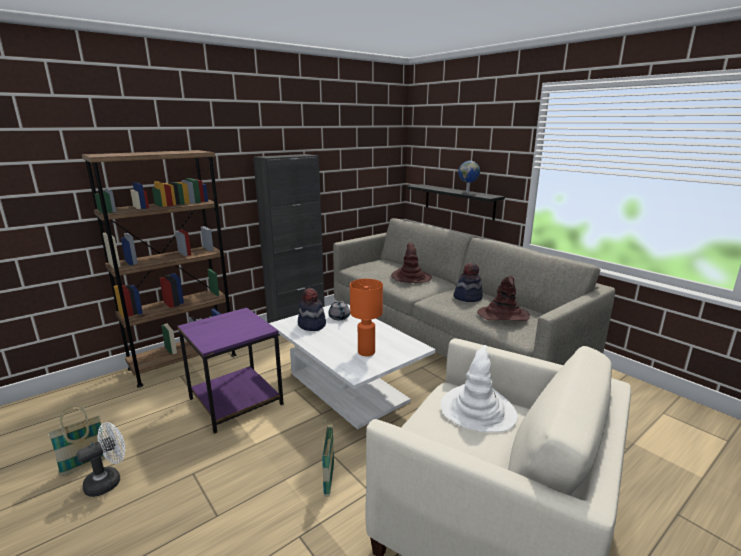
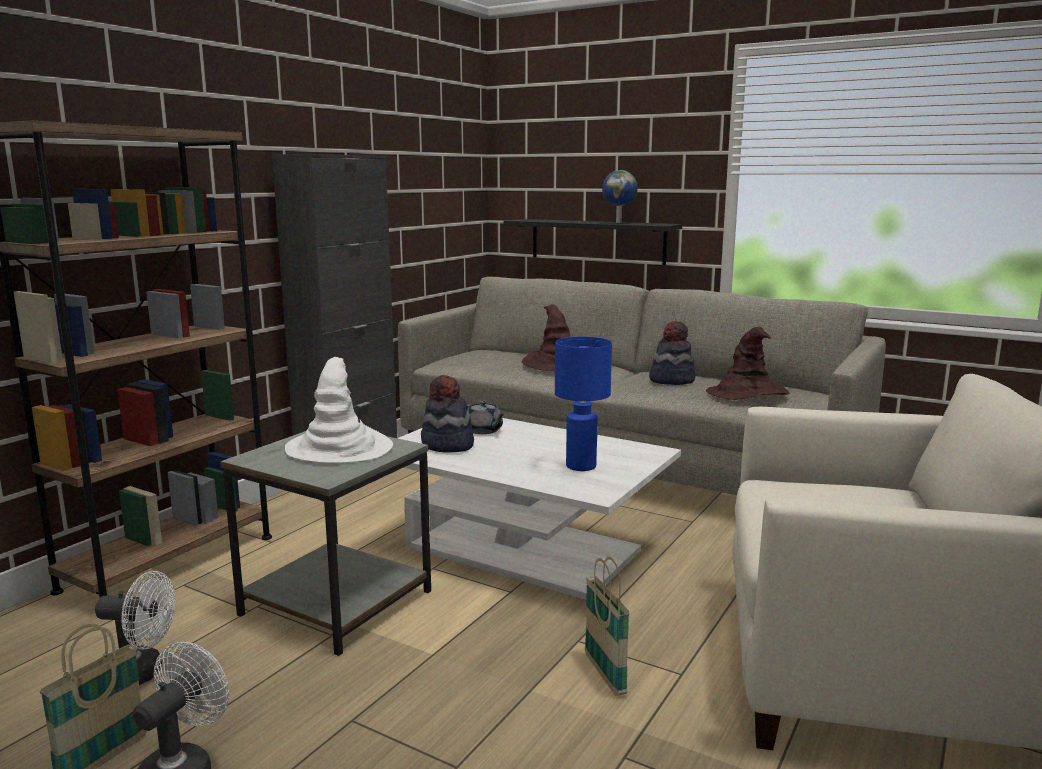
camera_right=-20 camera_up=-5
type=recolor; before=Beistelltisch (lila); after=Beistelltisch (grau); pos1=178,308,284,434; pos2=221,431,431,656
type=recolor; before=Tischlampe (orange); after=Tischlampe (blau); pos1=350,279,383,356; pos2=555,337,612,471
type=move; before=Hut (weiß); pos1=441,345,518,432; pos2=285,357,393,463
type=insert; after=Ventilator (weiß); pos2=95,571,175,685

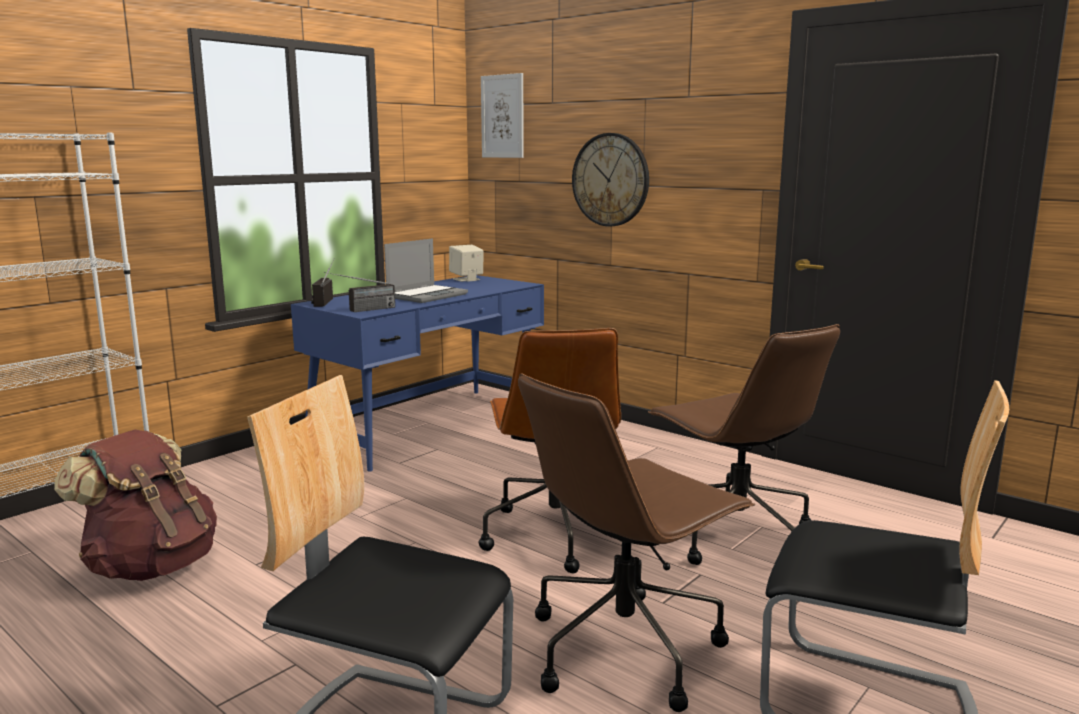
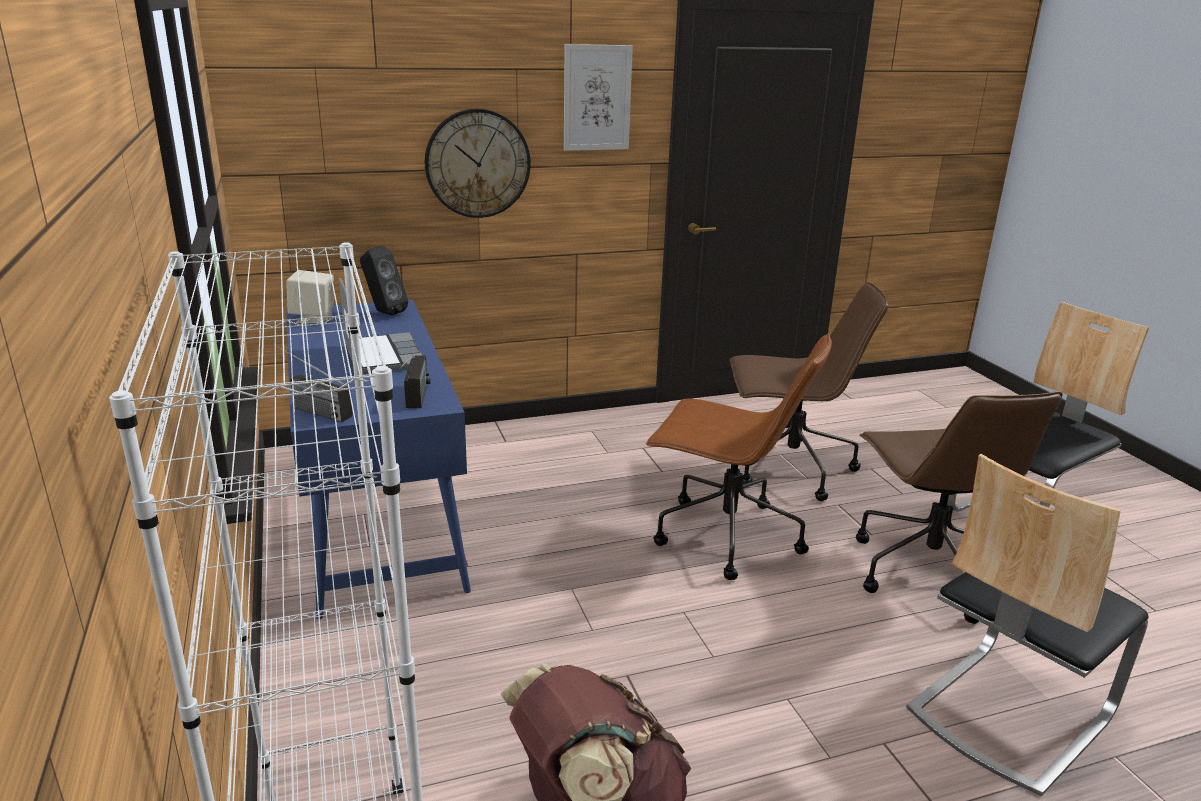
camera_right=-60 camera_up=10
type=move; before=Bild; pos1=481,73,524,158; pos2=564,44,633,151
type=insert; after=Lautsprecher (schwarz); pos2=360,246,408,315

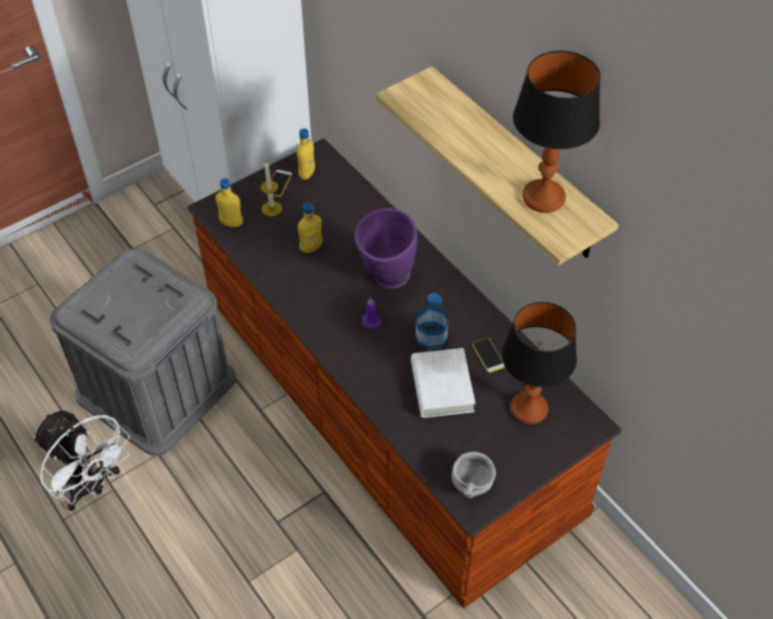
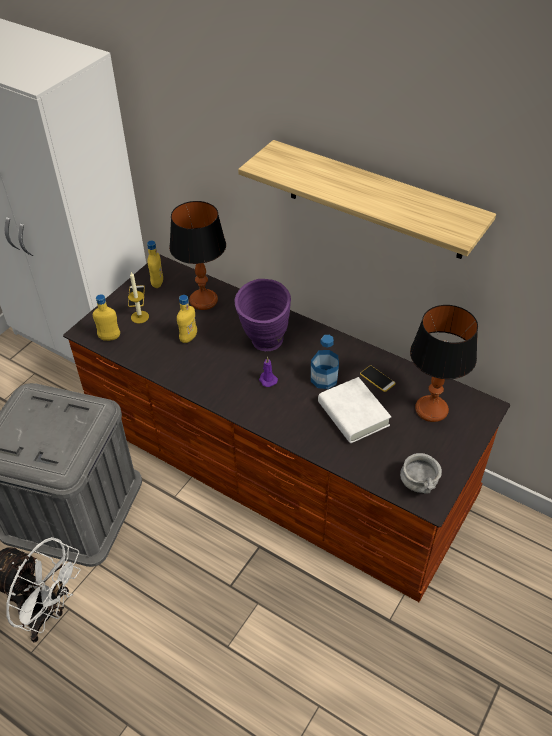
camera_right=-20 camera_up=-5
type=move; before=Tischlampe; pos1=513,51,600,213; pos2=169,201,226,310

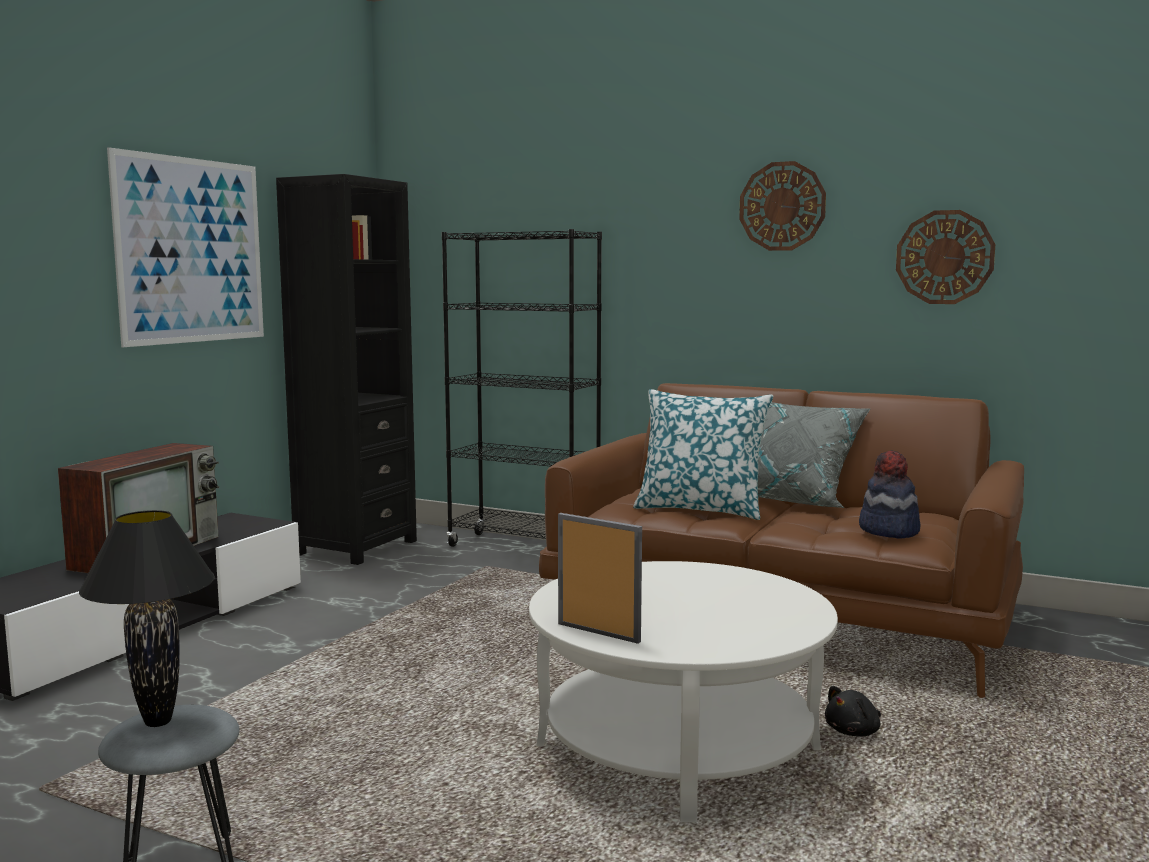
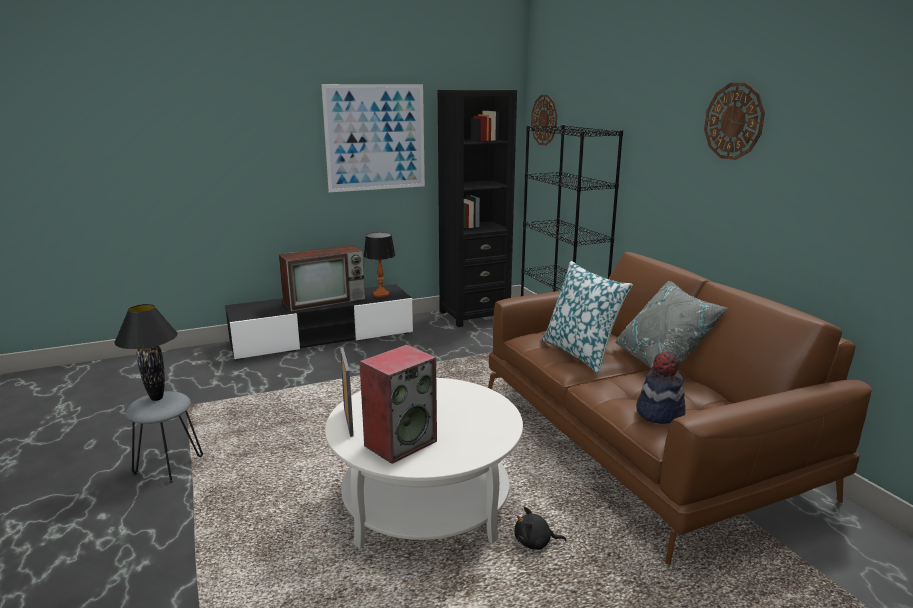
camera_right=40 camera_up=10
type=move; before=Wanduhr; pos1=896,210,995,304; pos2=531,95,557,146
type=insert; after=Lautsprecher; pos2=360,345,437,464
type=insert; after=Tischlampe; pos2=364,232,395,297

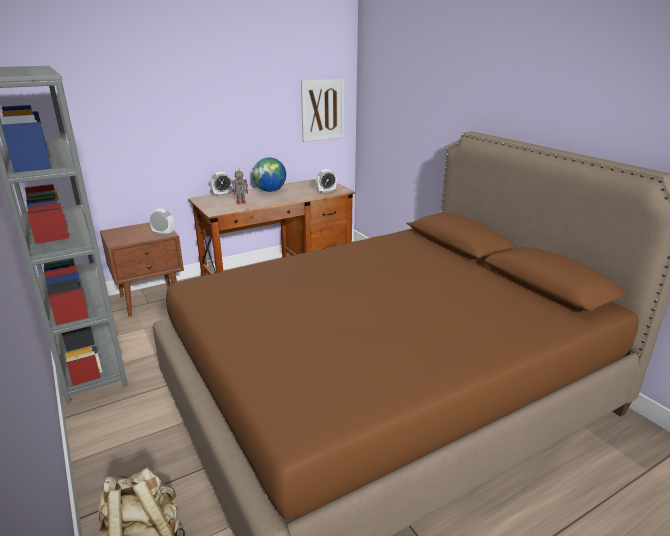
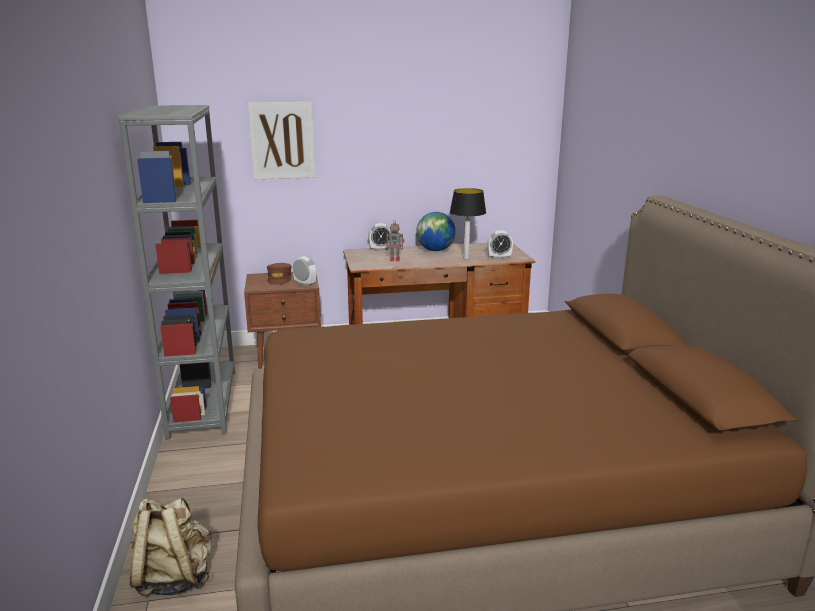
camera_right=20 camera_up=-5
type=move; before=Bild; pos1=301,79,345,142; pos2=248,102,315,179
type=insert; after=Kappe (braun); pos2=267,263,292,285
type=insert; after=Tischlampe; pos2=450,188,486,260

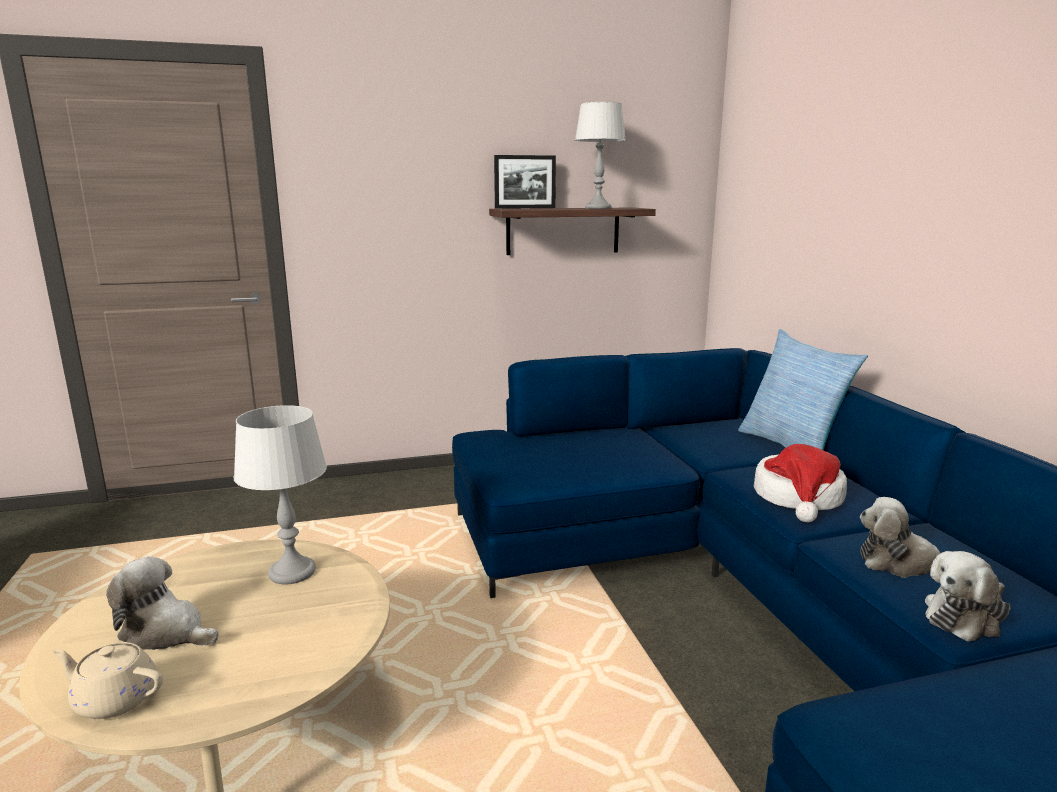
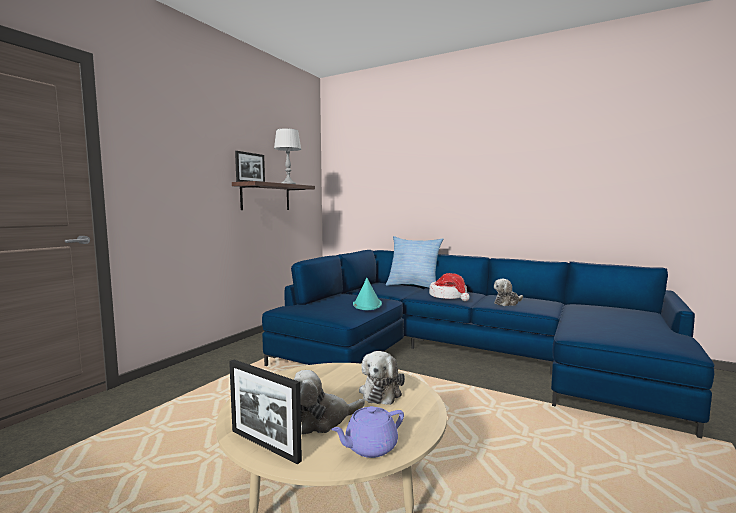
camera_right=-45 camera_up=-10
type=recolor; before=Teekanne (beige); after=Teekanne (lila); pos1=52,642,163,719; pos2=331,406,404,458
type=delete; before=Tischlampe (grau); pos1=234,405,327,584
type=move; before=Plüschtier; pos1=925,551,1011,641; pos2=359,351,405,405
type=insert; after=Bilderrahmen; pos2=229,360,302,464
type=insert; after=Hut (türkis); pos2=353,278,382,310

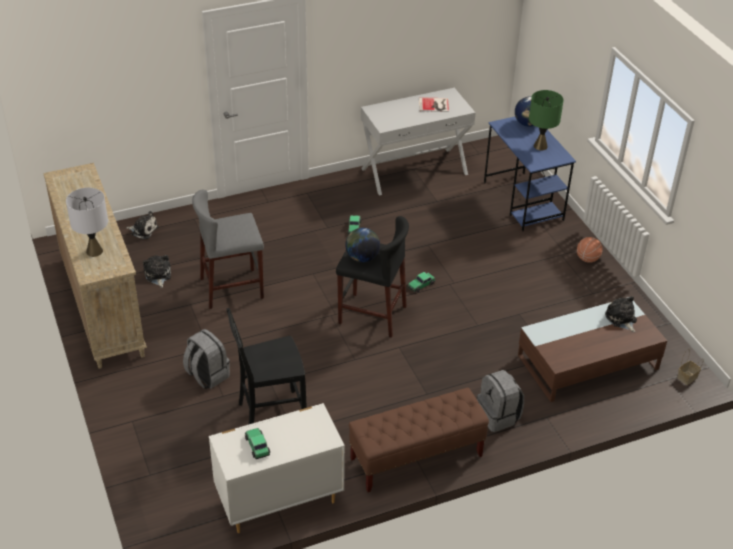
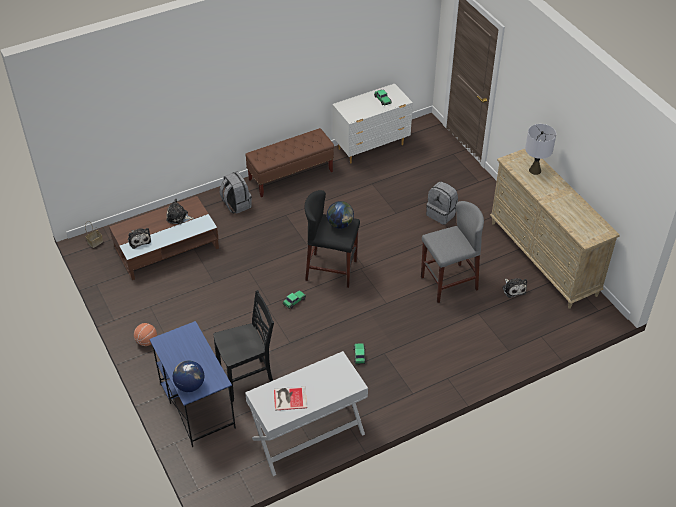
camera_right=175 camera_up=5
type=move; before=Plüschtier; pos1=126,211,158,239; pos2=166,199,194,224
type=move; before=Stuhl (schwarz); pos1=227,308,307,425; pos2=213,290,274,402
type=delete; before=Tischlampe (grün); pos1=529,90,564,150

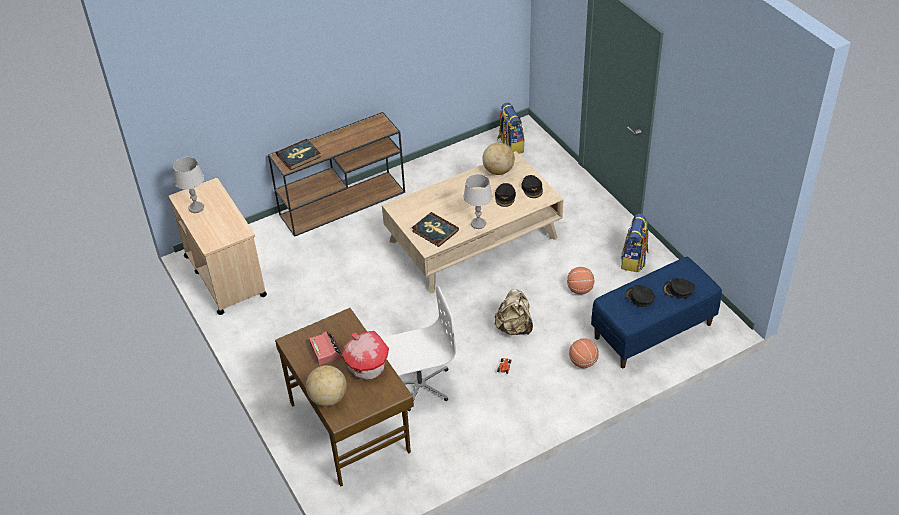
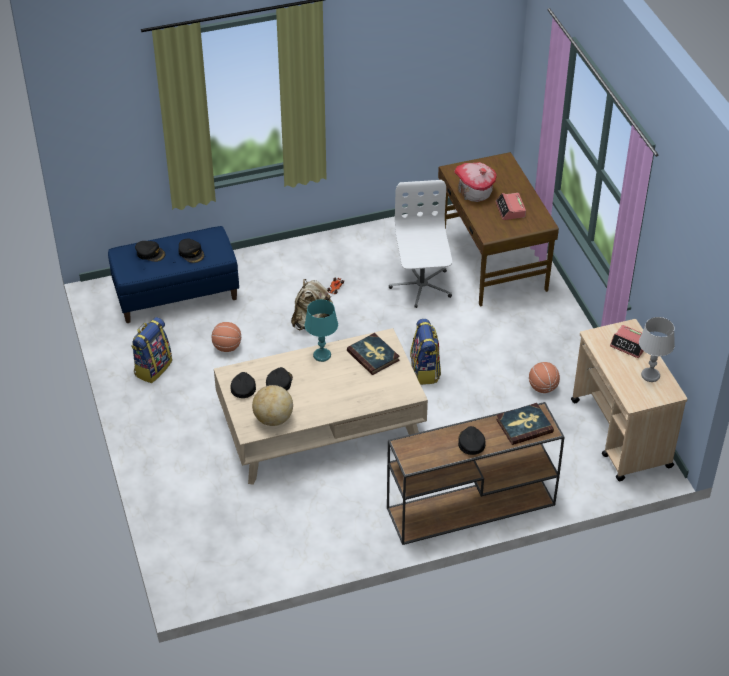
camera_right=-170 camera_up=0
type=delete; before=Globus; pos1=306,365,347,406
type=rotate; before=Bürostuhl (weiß); pos1=382,286,456,411; pos2=389,180,452,308; turn=90
type=recolor; before=Tischlampe (grau); after=Tischlampe (türkis); pos1=463,174,492,229; pos2=305,299,338,362
type=move; before=Rucksack; pos1=497,102,525,154; pos2=410,319,441,385
type=move; before=Basketball; pos1=569,338,599,368; pos2=529,362,560,393
type=insert; after=Kappe (schwarz); pos2=458,426,486,455
type=insert; after=Wecker; pos2=610,325,644,358

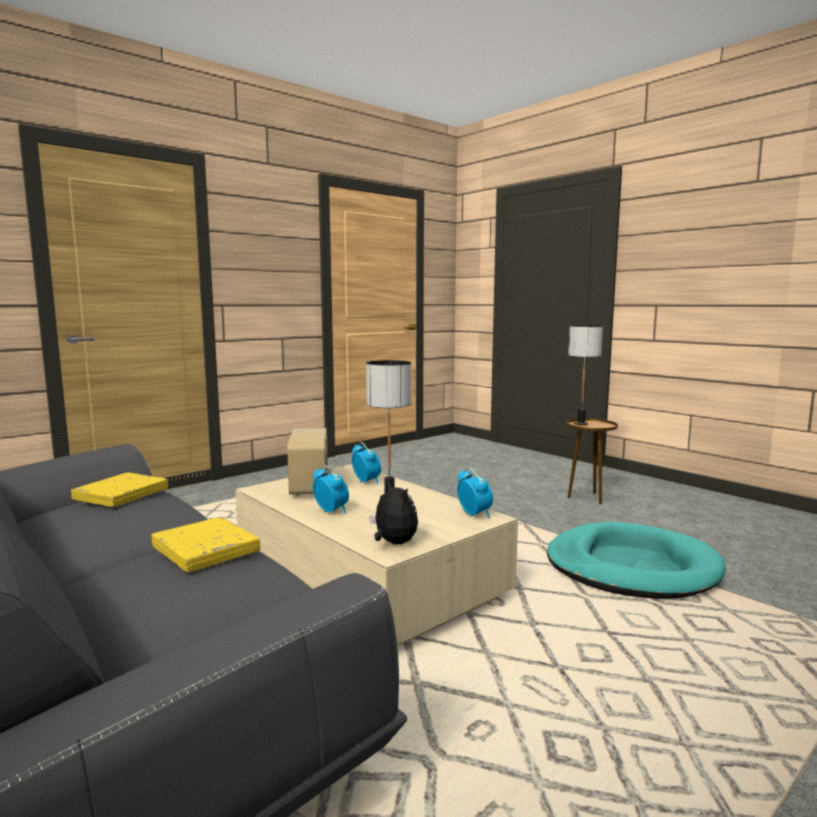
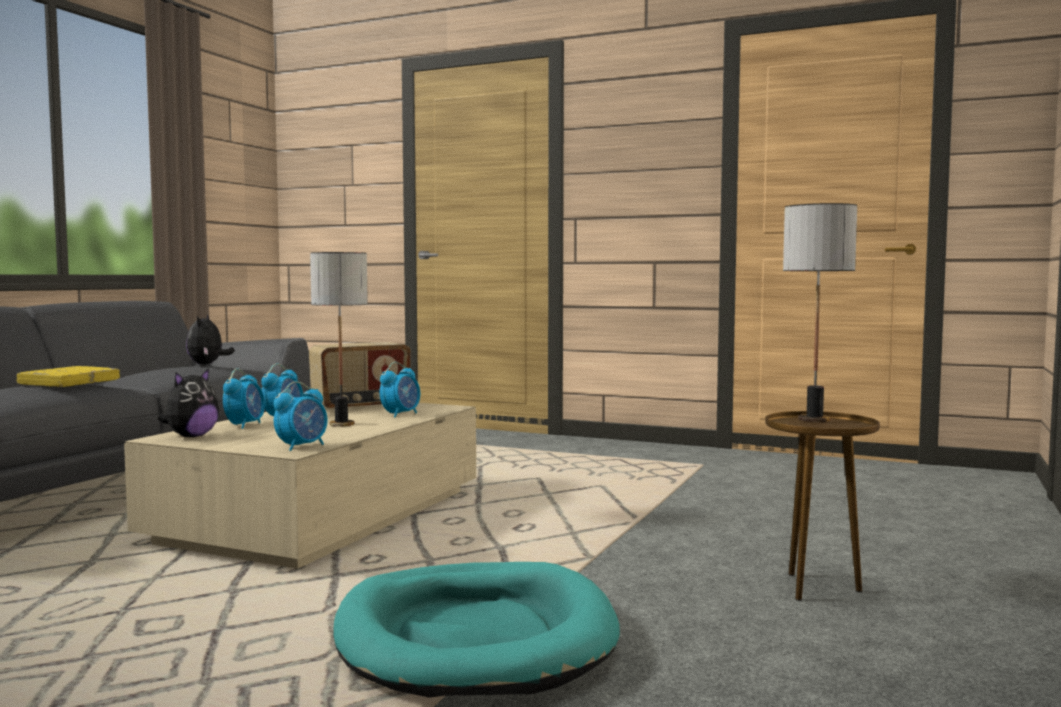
camera_right=65 camera_up=-5
type=replace; before=Buch (gelb); after=Plüschtier; pos1=71,472,168,507; pos2=186,314,235,365
type=insert; after=Wecker; pos2=223,368,265,429

